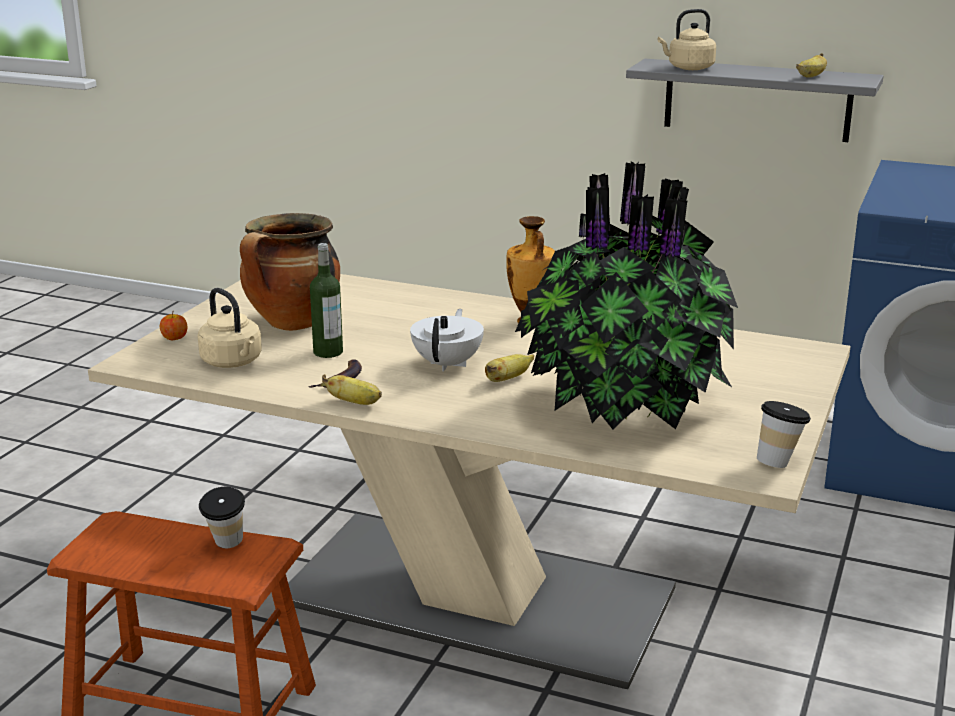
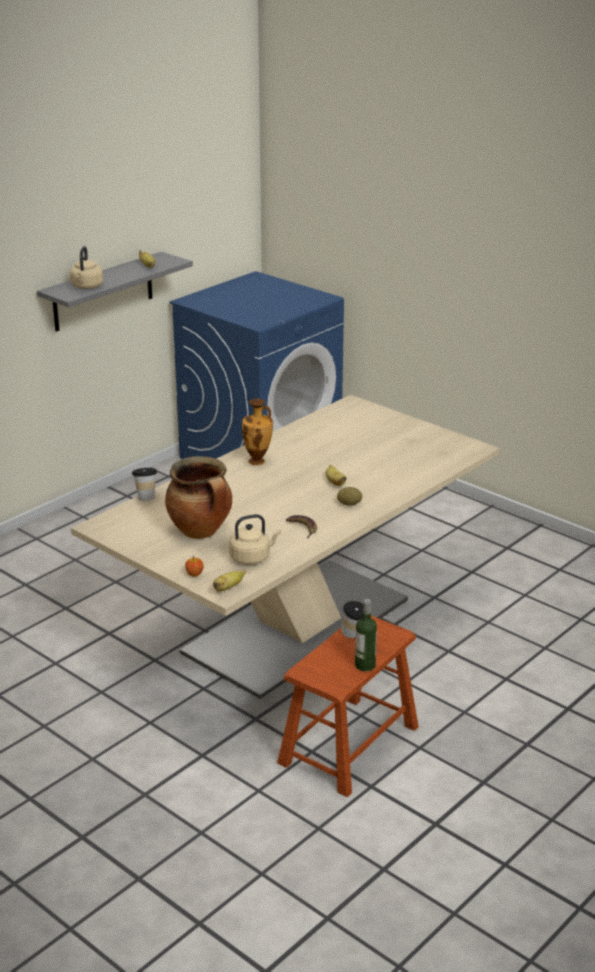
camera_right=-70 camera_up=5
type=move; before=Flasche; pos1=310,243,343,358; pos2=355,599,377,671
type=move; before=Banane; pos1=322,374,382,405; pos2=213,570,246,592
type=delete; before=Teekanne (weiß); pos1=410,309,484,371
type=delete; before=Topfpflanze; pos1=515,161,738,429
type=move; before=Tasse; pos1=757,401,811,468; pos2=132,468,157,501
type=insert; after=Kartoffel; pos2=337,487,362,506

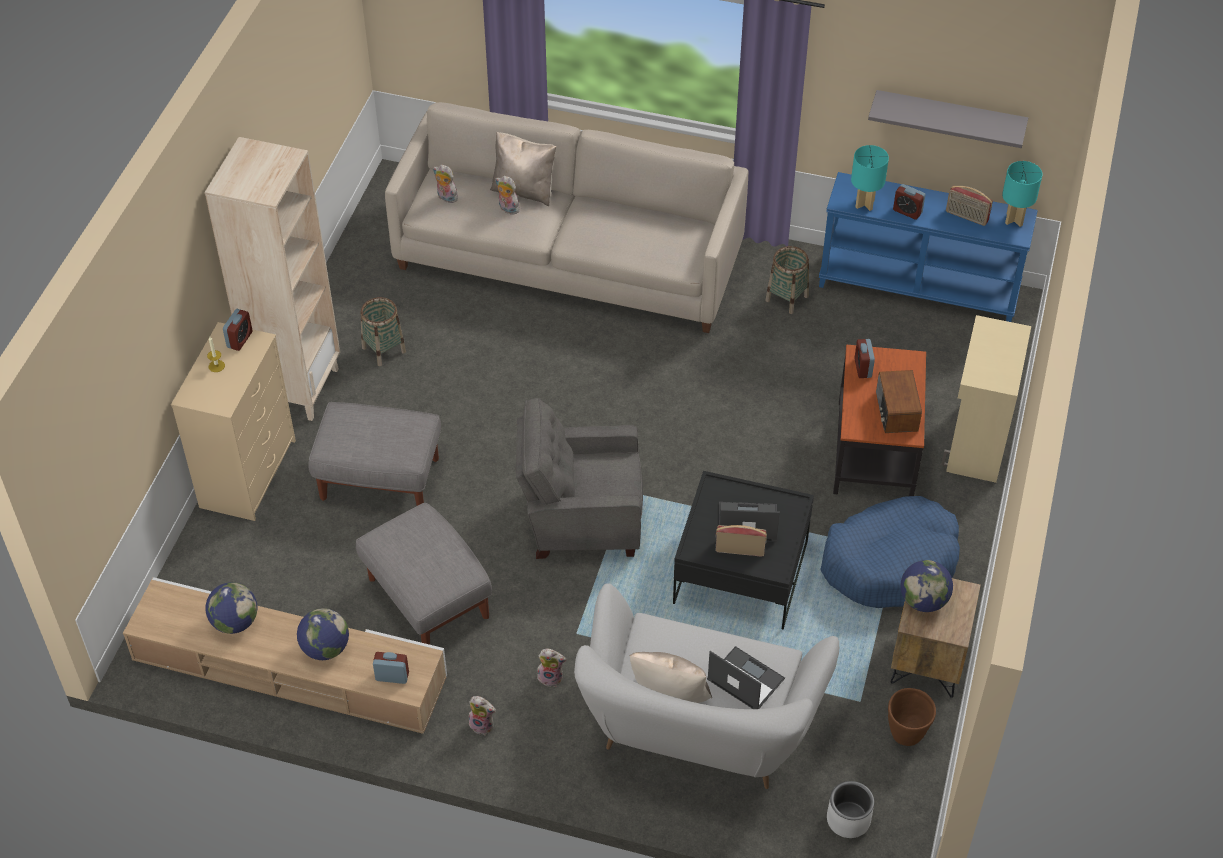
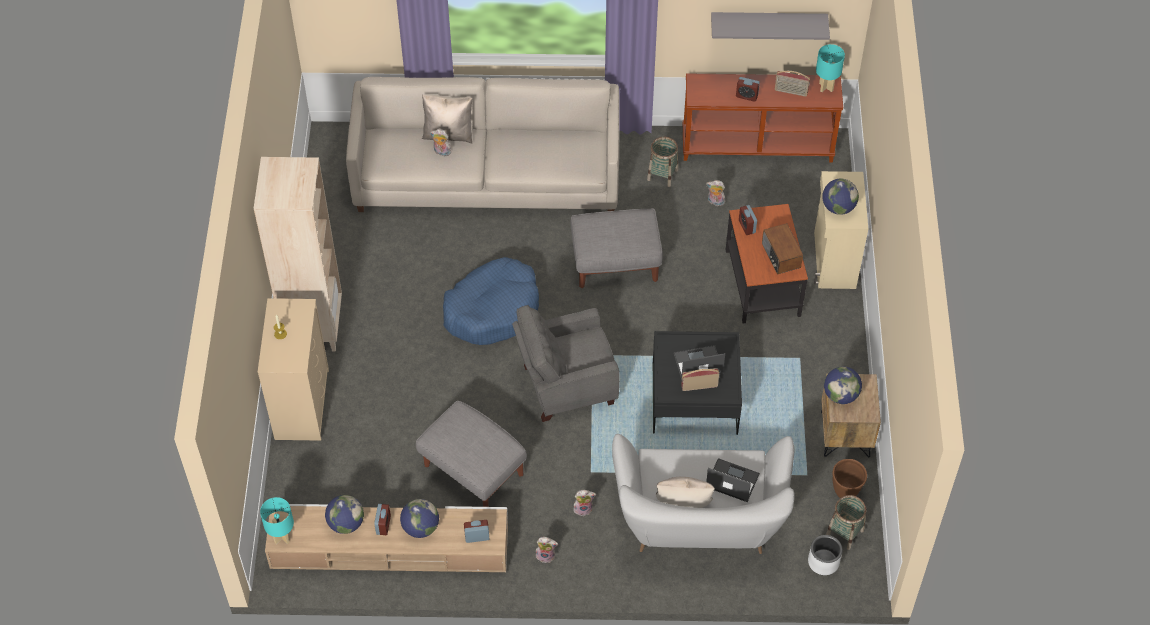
camera_right=-15 camera_up=5
type=move; before=Wecker; pos1=223,309,252,351; pos2=374,504,391,535
type=move; before=Polsterhocker (grau); pos1=308,402,441,506; pos2=571,209,663,288
type=move; before=Korb; pos1=361,297,406,366; pos2=826,495,867,550
type=move; before=Plüschtier; pos1=433,165,458,203; pos2=706,180,725,206
type=recolor; before=Konsolentisch (blau); after=Konsolentisch (braun); pos1=819,172,1038,322; pos2=683,74,843,163
type=move; before=Hundebett (blau); pos1=820,496,960,608; pos2=443,257,539,345
type=move; before=Tischlampe (türkis); pos1=851,145,889,211; pos2=260,497,294,544
type=insert; after=Globus; pos2=822,178,859,215

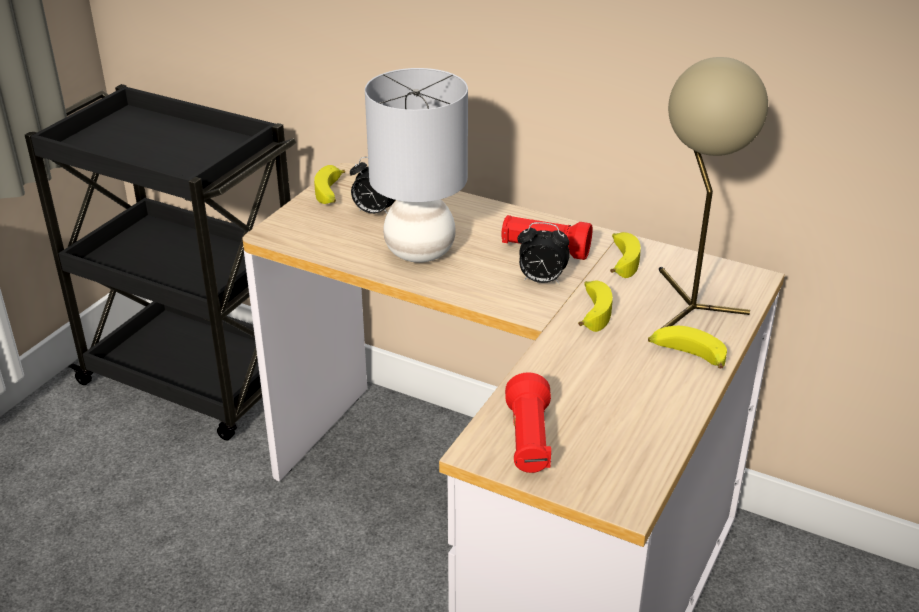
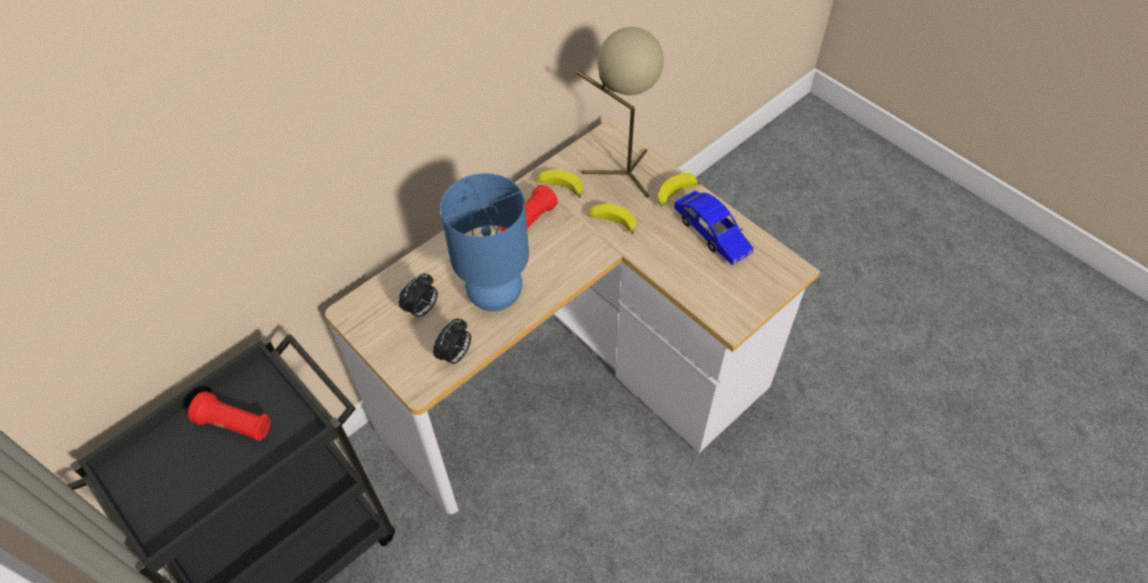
camera_right=-70 camera_up=20
type=delete; before=Banane; pos1=314,165,345,204
type=recolor; before=Tischlampe (grau); after=Tischlampe (blau); pos1=365,68,468,263; pos2=440,173,529,311
type=move; before=Taschenlampe (rot); pos1=505,372,552,473; pos2=188,391,271,441
type=move; before=Wecker; pos1=517,222,570,284; pos2=433,319,471,366
type=insert; after=Spielzeugauto (blau); pos2=674,191,754,265

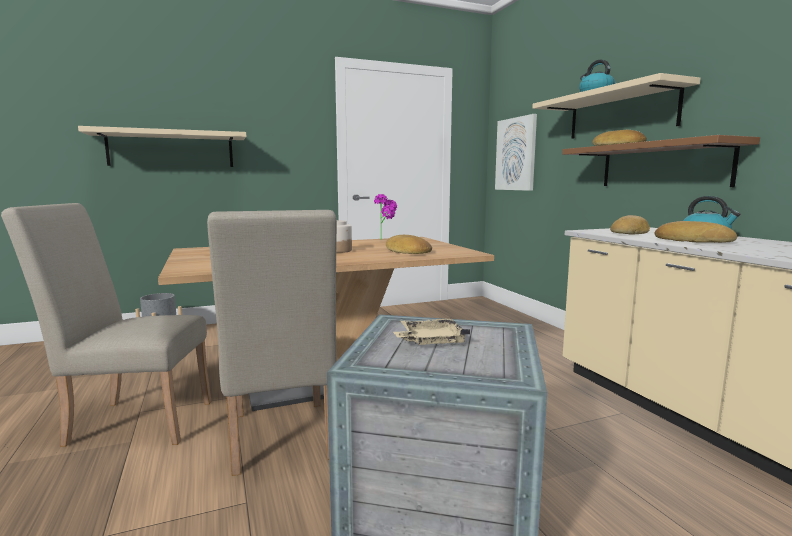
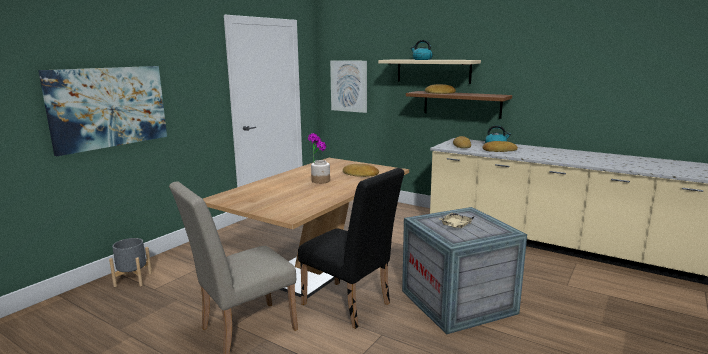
camera_right=-35 camera_up=5
type=replace; before=Wandregal (beige); after=Bild; pos1=78,126,246,167; pos2=38,66,167,156
type=recolor; before=Stuhl (beige); after=Stuhl (schwarz); pos1=207,210,337,476; pos2=298,168,404,329

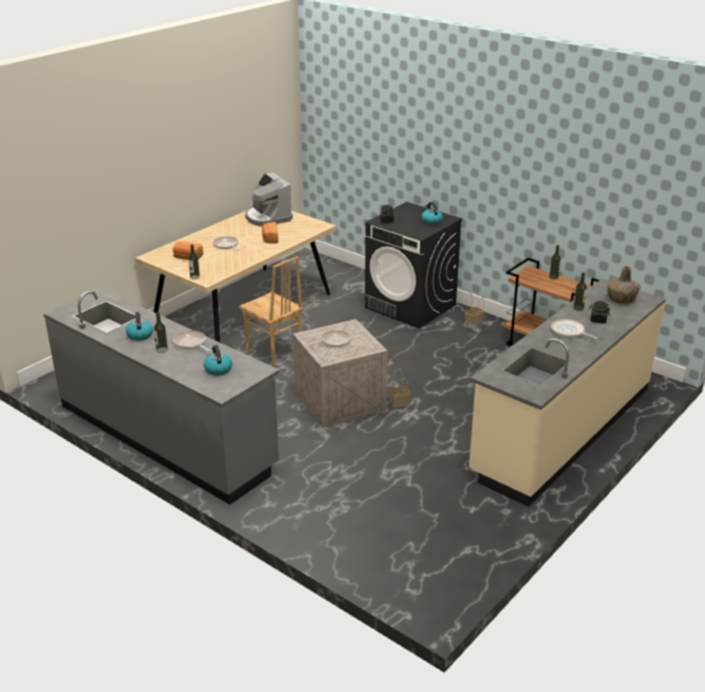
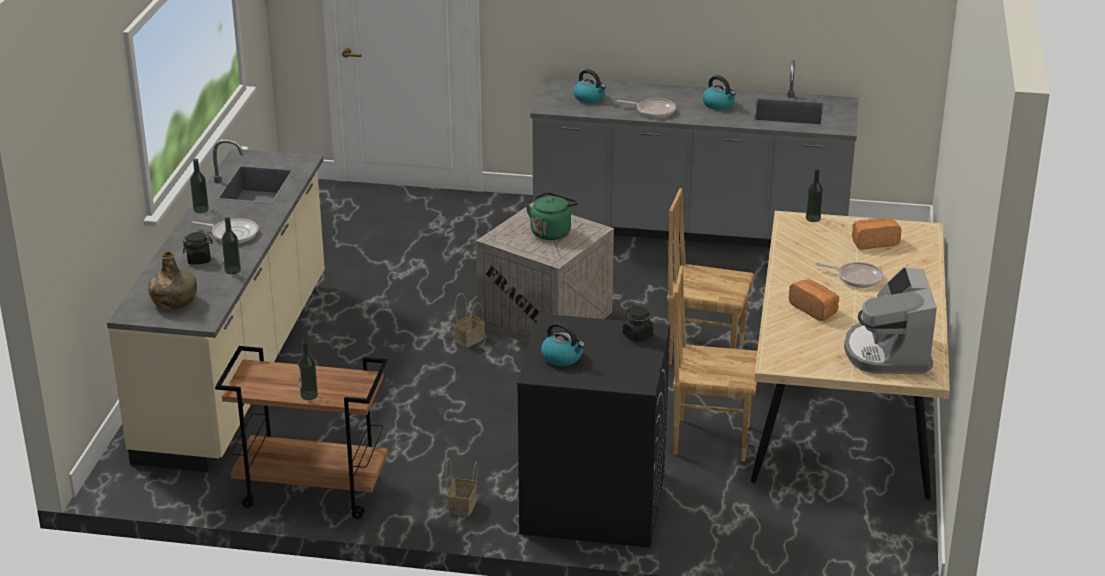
camera_right=150 camera_up=0
type=move; before=Flasche; pos1=154,312,168,353; pos2=190,159,209,213
type=rotate; before=Kaffeemaschine; pos1=245,173,293,226; pos2=844,267,937,374; turn=-120
type=replace; before=Pfanne; after=Wasserkessel (grün); pos1=307,330,351,347; pos2=526,192,578,240
type=insert; after=Stuhl (braun); pos2=673,266,757,461

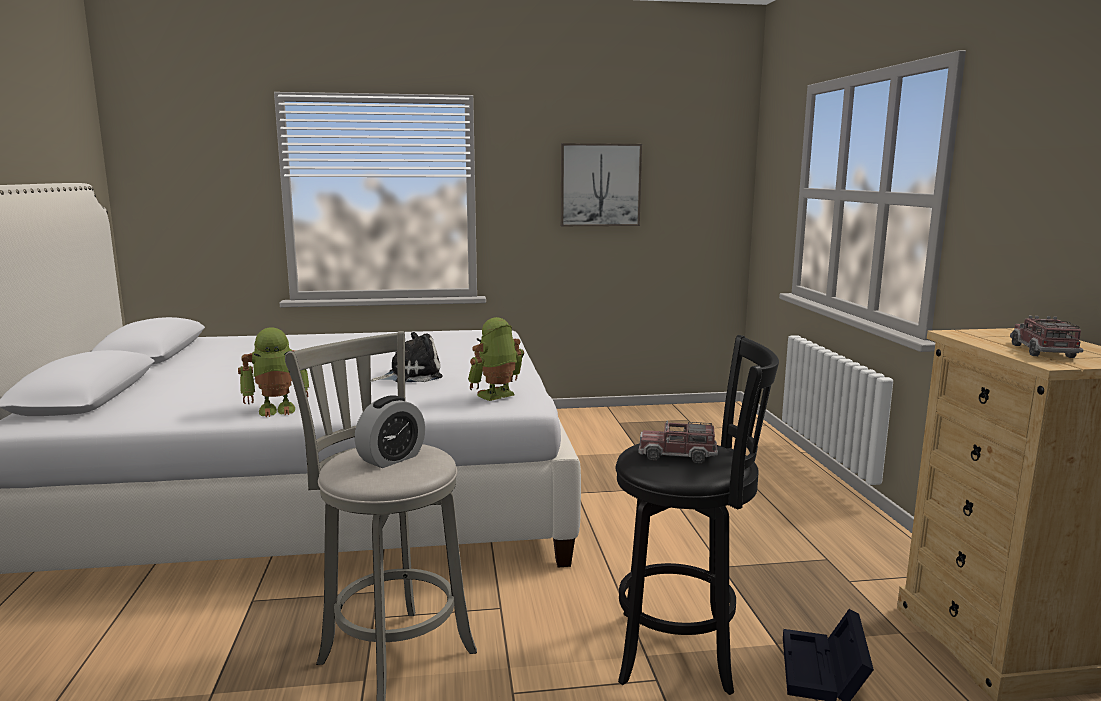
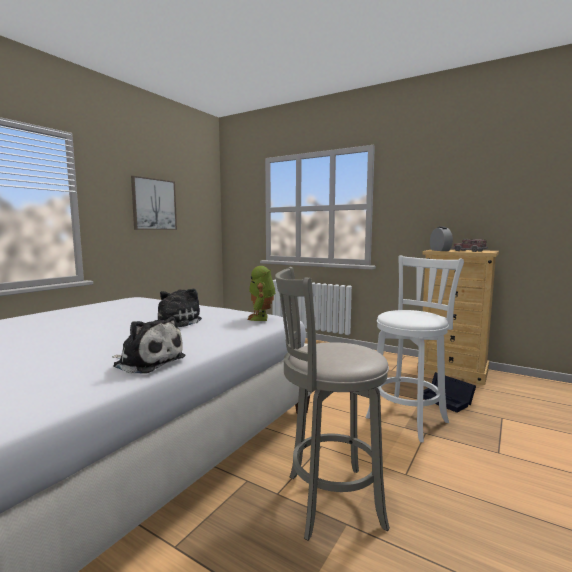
camera_right=-50 camera_up=-5
type=replace; before=Spielzeugroboter; after=Plüschtier; pos1=238,327,309,417; pos2=112,317,185,373
type=move; before=Wecker; pos1=354,395,425,468; pos2=430,227,453,251
type=recolor; before=Hocker (schwarz); after=Hocker (weiß); pos1=615,335,779,695; pos2=366,255,464,443
type=delete; before=Spielzeuglaster; pos1=639,420,718,463

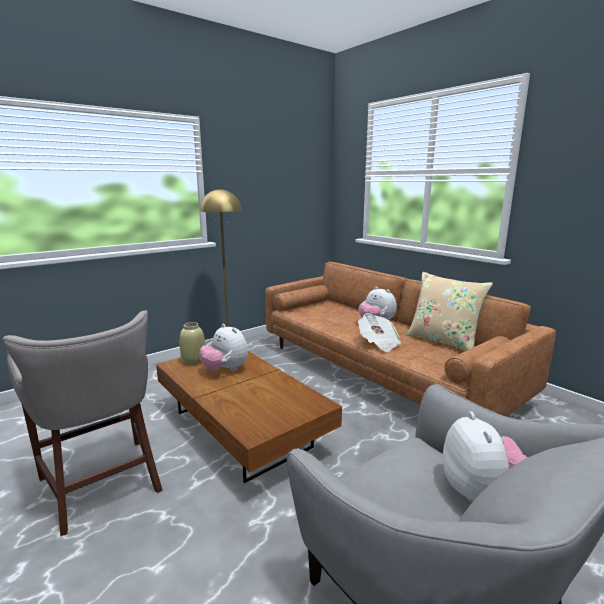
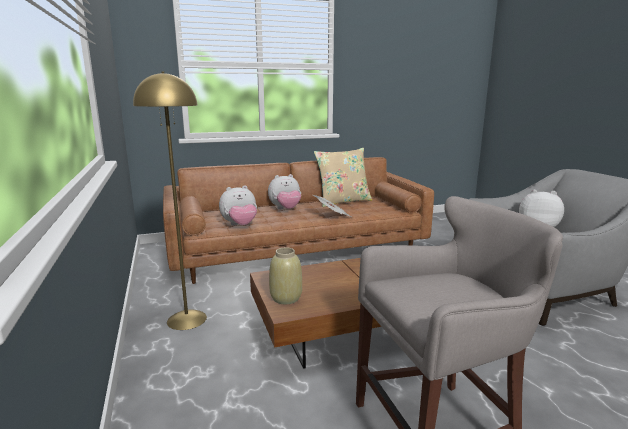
camera_right=-70 camera_up=0
type=move; before=Plüschtier; pos1=199,324,248,371; pos2=219,185,257,226

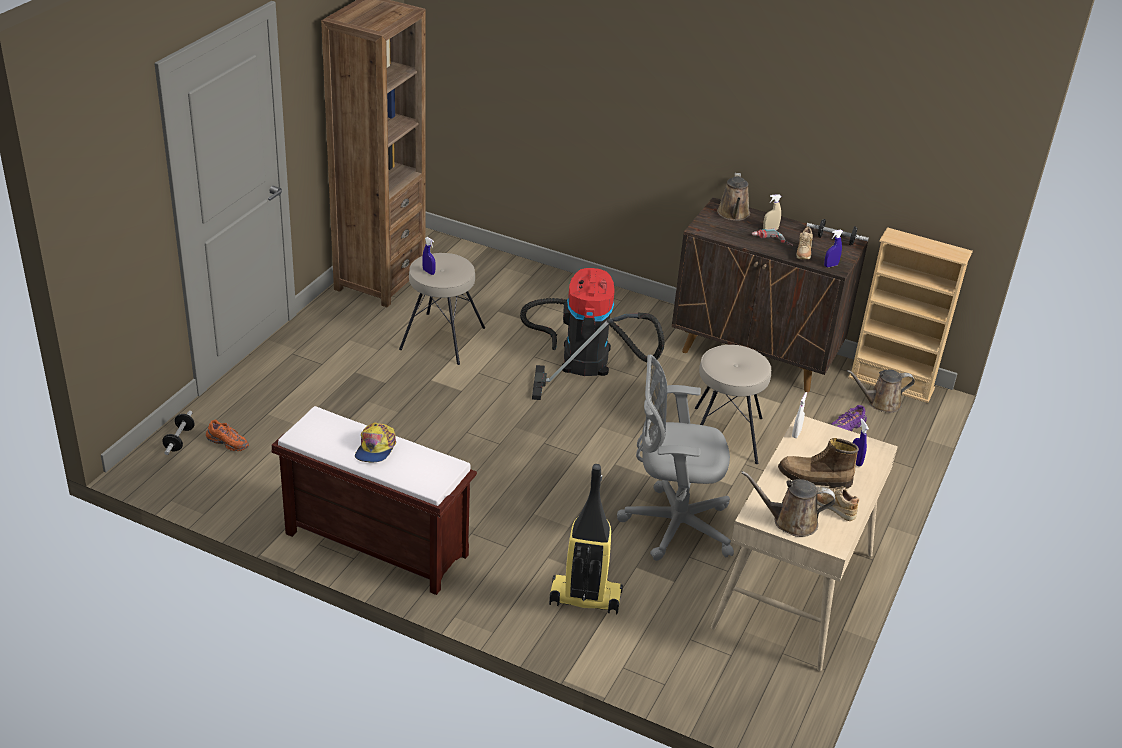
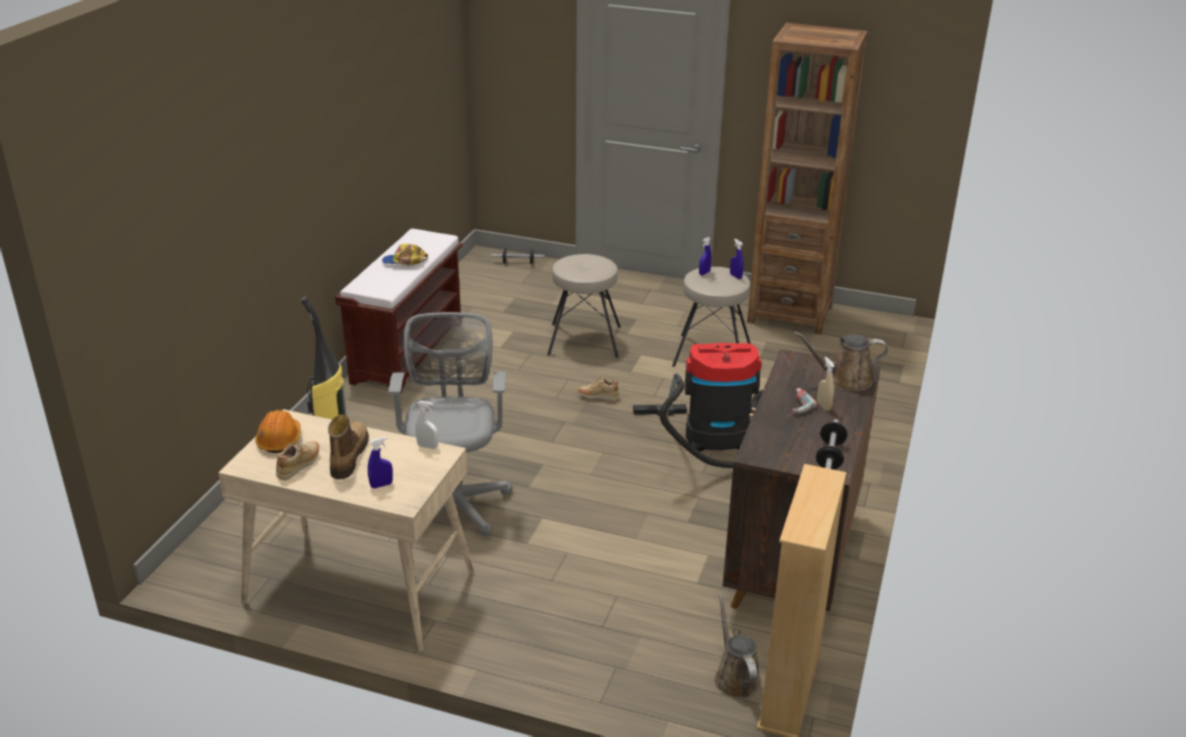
camera_right=85 camera_up=-5
type=delete; before=Schuh (orange); pos1=206,420,249,451
type=move; before=Hocker (beige); pos1=695,345,771,464; pos2=547,254,620,358
type=replace; before=Gießkanne (braun); after=Schutzhelm (orange); pos1=741,471,835,537; pos2=255,410,301,453
type=move; before=Schuh (beige); pos1=797,227,813,259; pos2=577,377,619,401
type=move; before=Sprühflasche (blau); pos1=824,229,843,267; pos2=730,239,744,279
type=delete; before=Schuh (lila); pos1=830,405,867,431

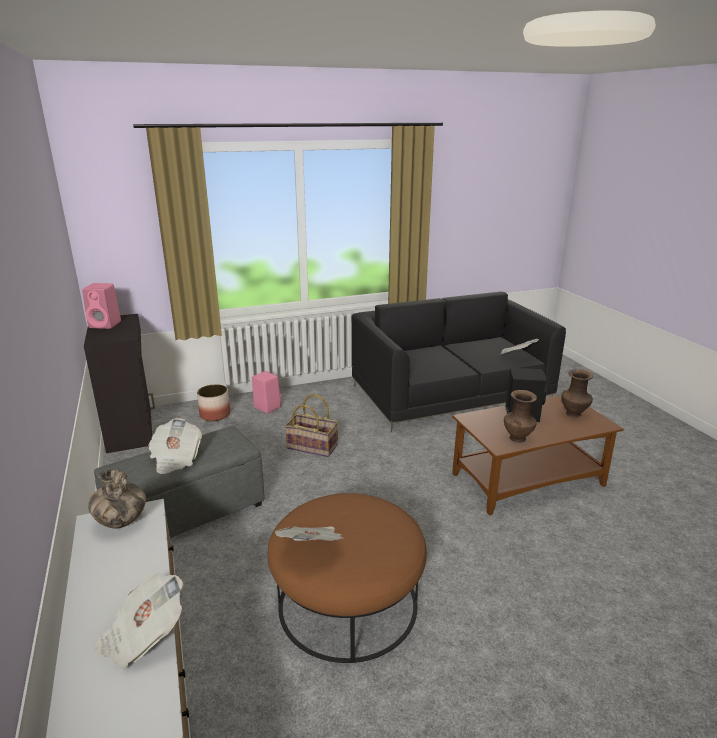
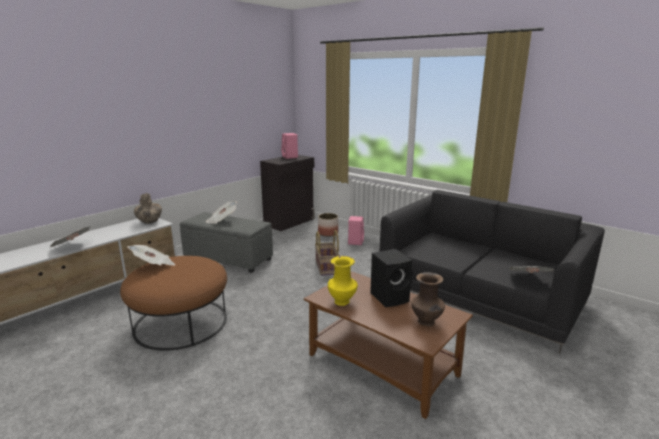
camera_right=60 camera_up=-5
type=recolor; before=Vase (braun); after=Vase (gelb); pos1=504,390,537,443; pos2=328,256,358,306

